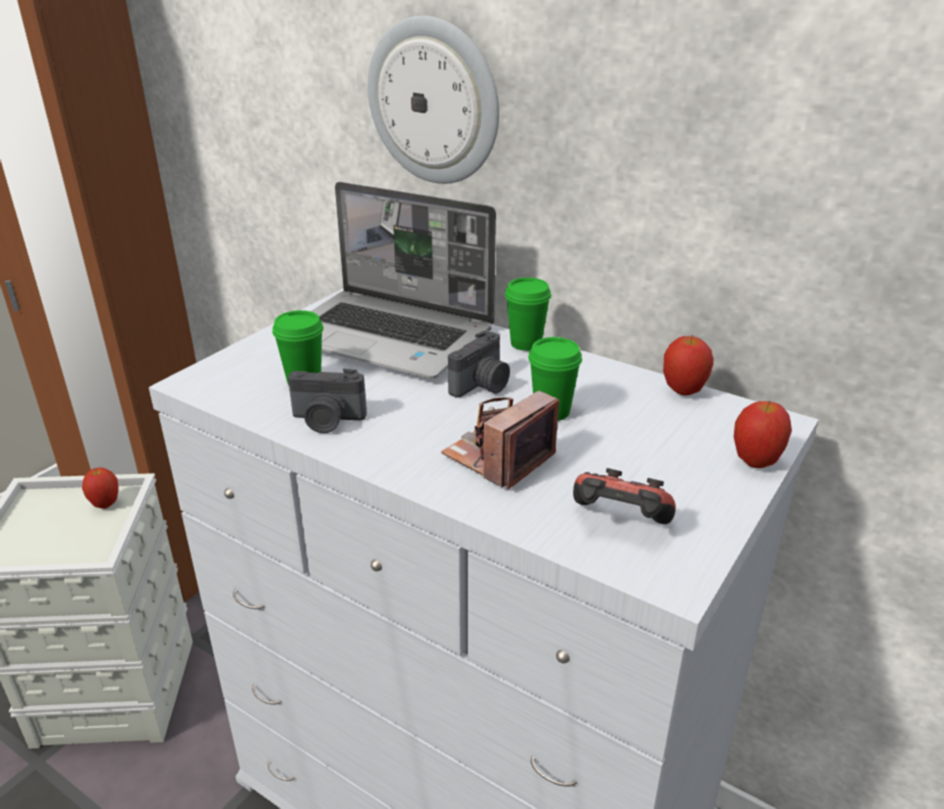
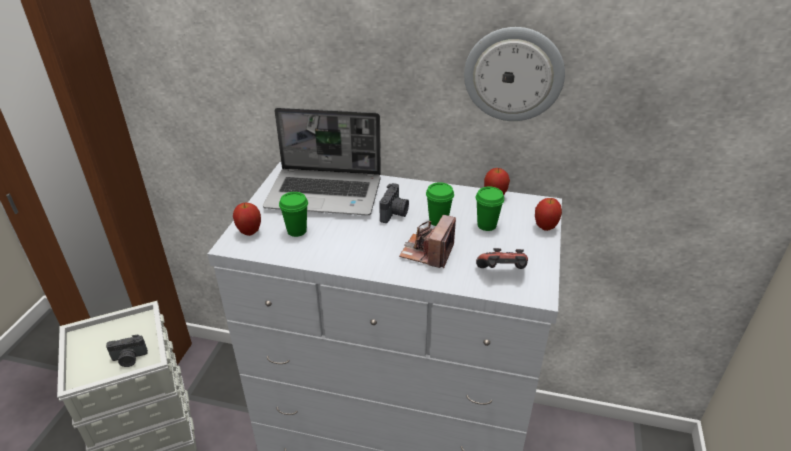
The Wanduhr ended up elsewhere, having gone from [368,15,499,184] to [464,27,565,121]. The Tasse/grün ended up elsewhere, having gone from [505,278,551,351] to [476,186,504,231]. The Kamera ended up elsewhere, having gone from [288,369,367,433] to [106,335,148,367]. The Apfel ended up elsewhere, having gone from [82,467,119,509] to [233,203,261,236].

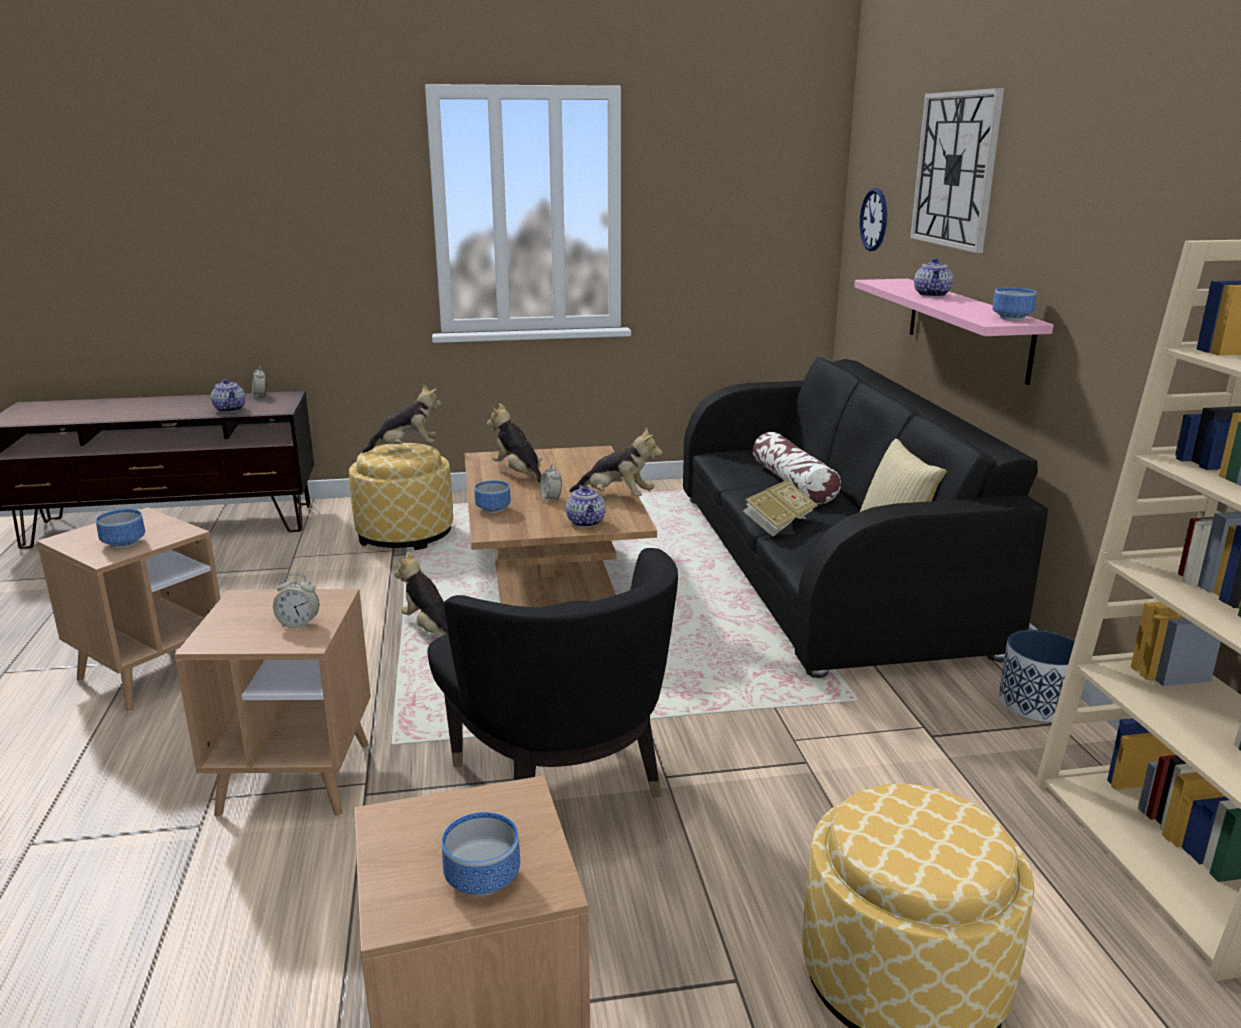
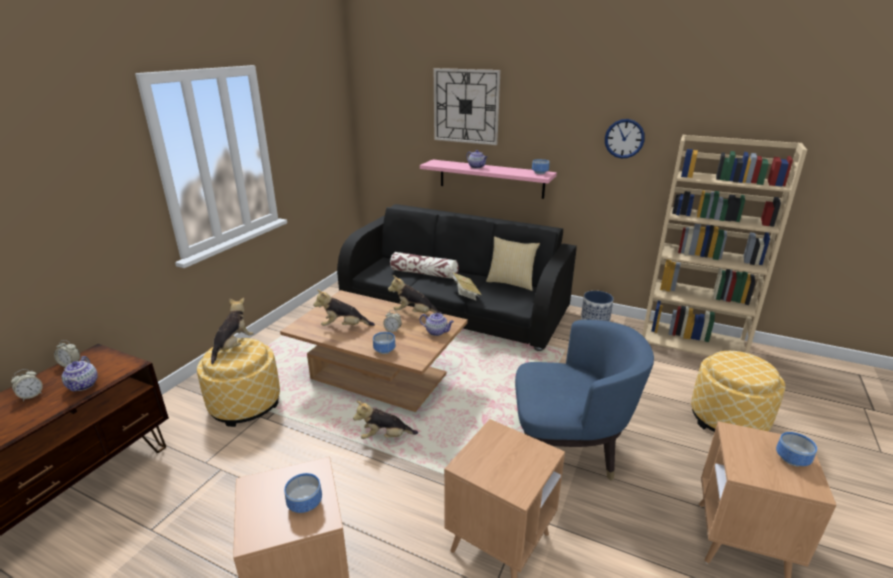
The Wanduhr ended up elsewhere, having gone from [860,188,887,251] to [605,119,645,158]. The Teekanne at [211,379,246,412] ended up facing another way, 75 degrees clockwise from before. The Plüschtier at [569,427,663,497] ended up facing another way, 135 degrees counterclockwise from before. What was the Sessel/schwarz at [427,548,678,797] turned into the Sessel/blau at [515,320,654,481]. The Wecker ended up elsewhere, having gone from [273,574,319,628] to [11,369,43,401].

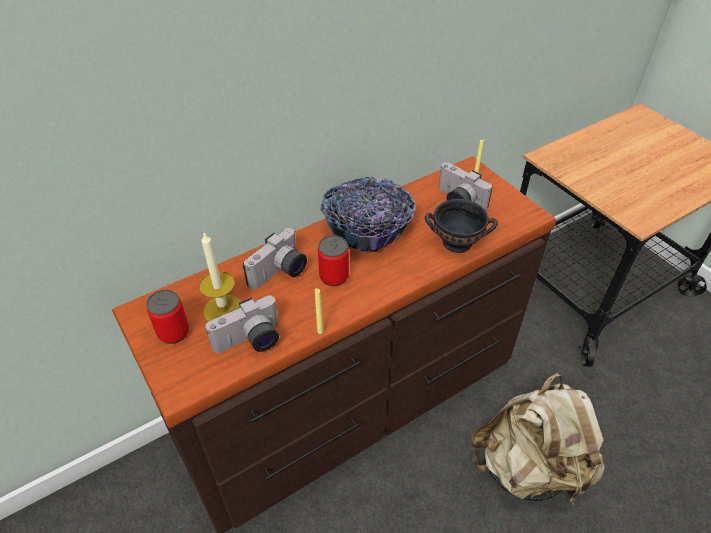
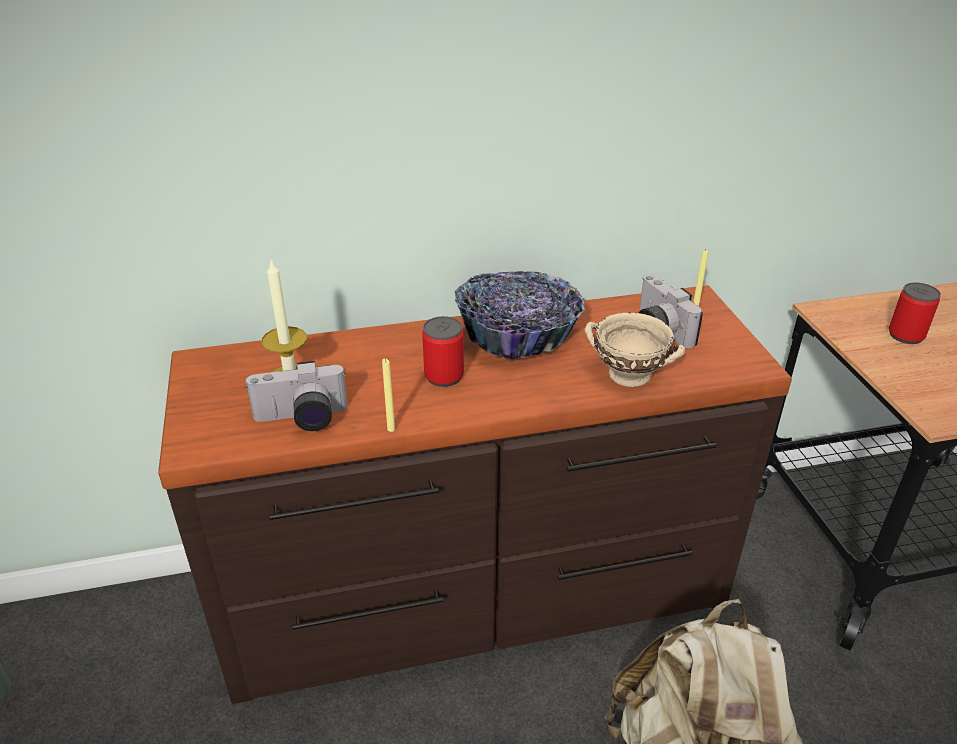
What was the Schüssel/schwarz at [425,199,498,253] turned into the Schüssel/beige at [585,313,685,387]. The second view lost the Kamera at [243,228,307,290]. The Dose ended up elsewhere, having gone from [146,290,189,344] to [889,282,941,344].

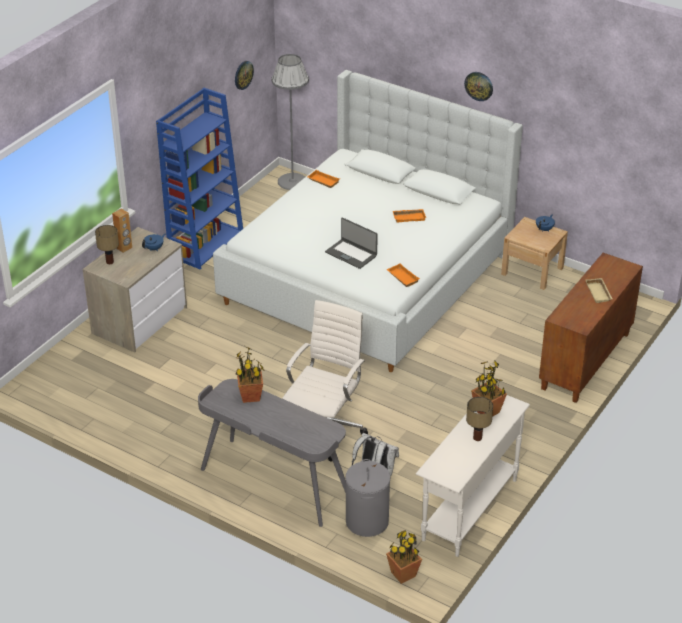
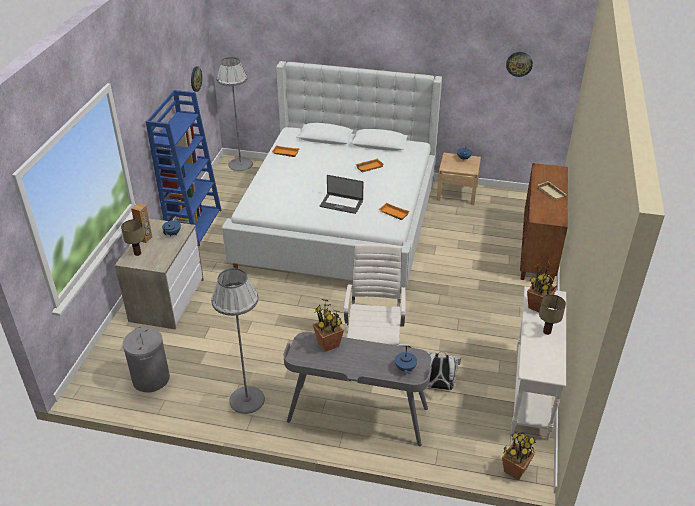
The Wanduhr ended up elsewhere, having gone from [464,72,493,101] to [506,52,533,77]. The Wäschekorb/grau ended up elsewhere, having gone from [345,459,390,537] to [123,327,170,392]. The second view gained the Stehlampe/grau at [211,268,265,414]. The second view gained the Teekanne/blau at [395,346,417,373].

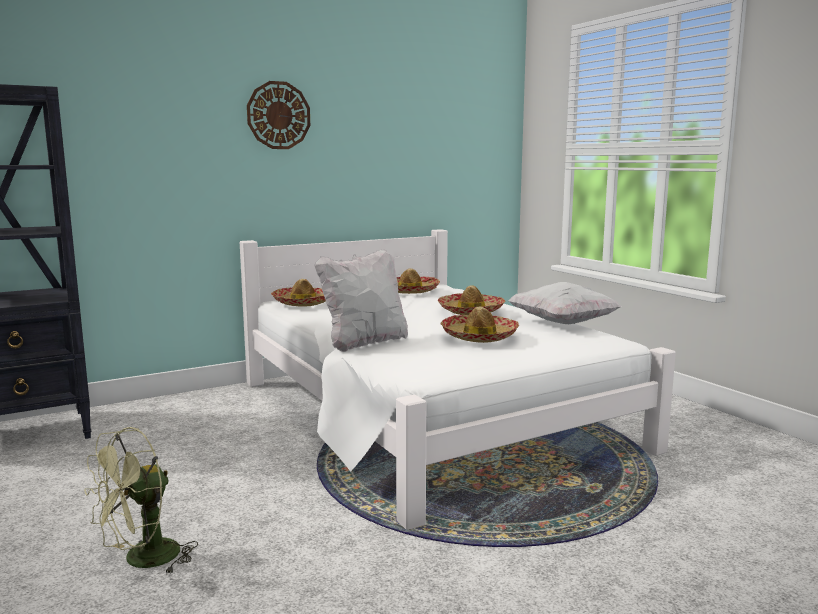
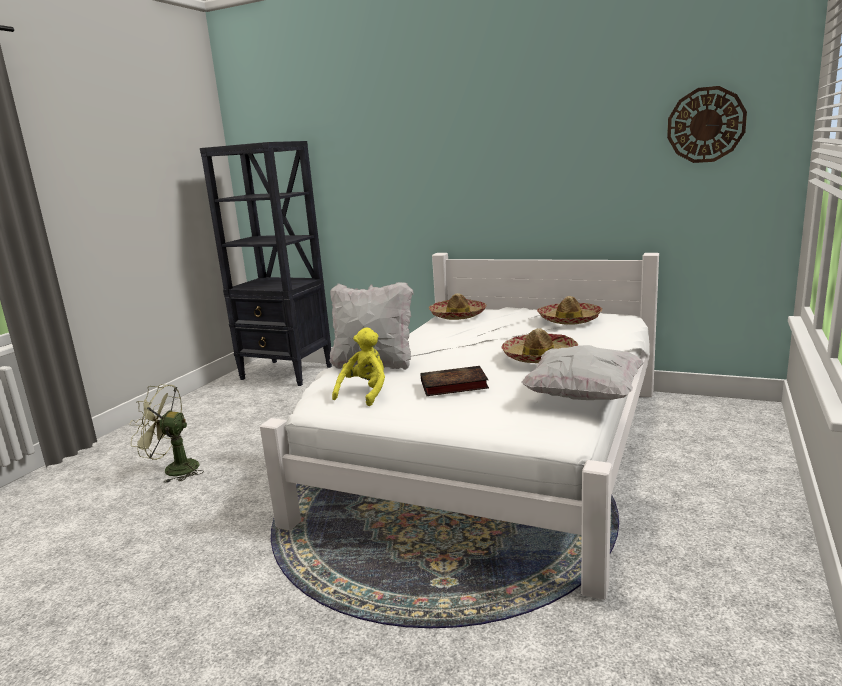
The Wanduhr ended up elsewhere, having gone from [247,81,310,149] to [667,86,747,163]. Where the Hut stood at [440,307,519,343], the Buch came to stand at [420,366,489,396]. The second view gained the Plüschtier/gelb at [332,327,385,406].

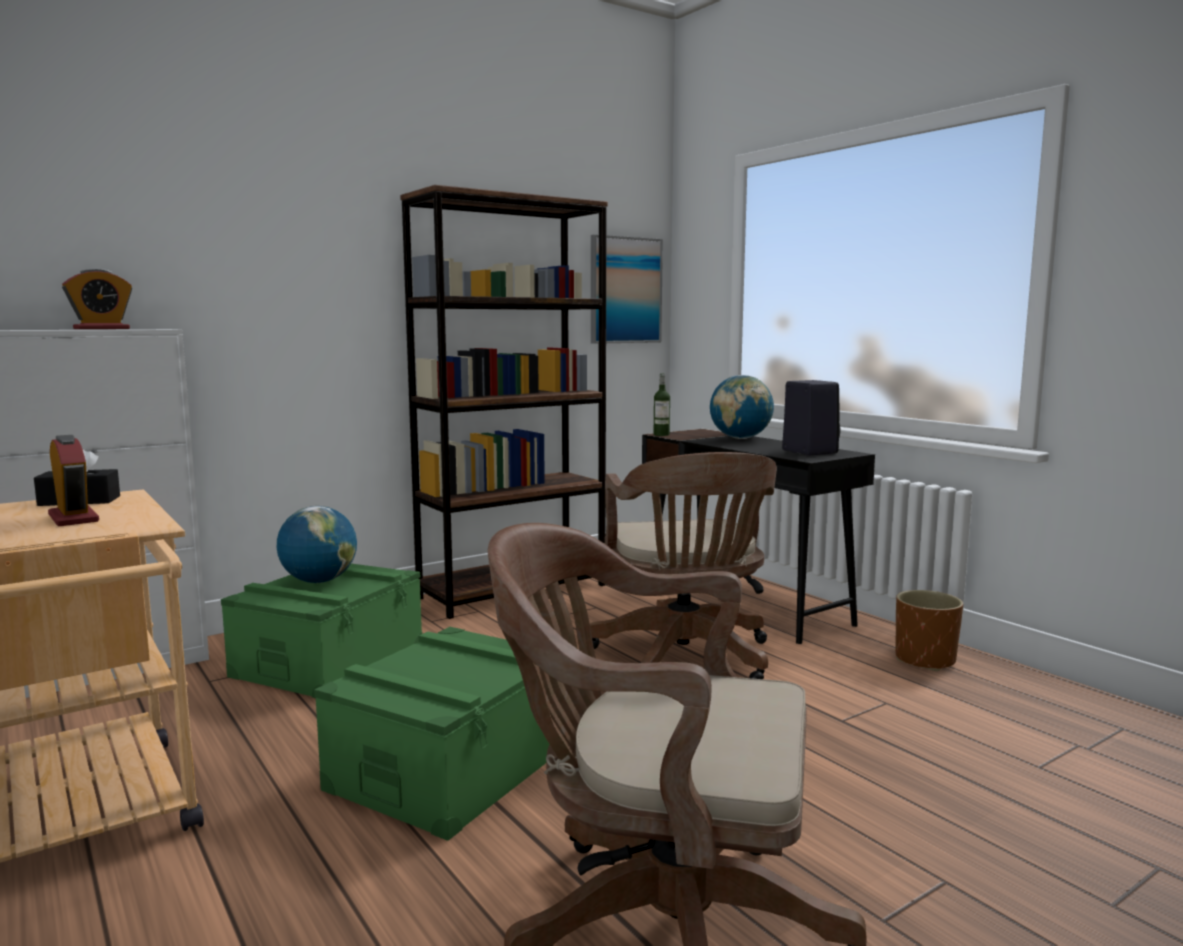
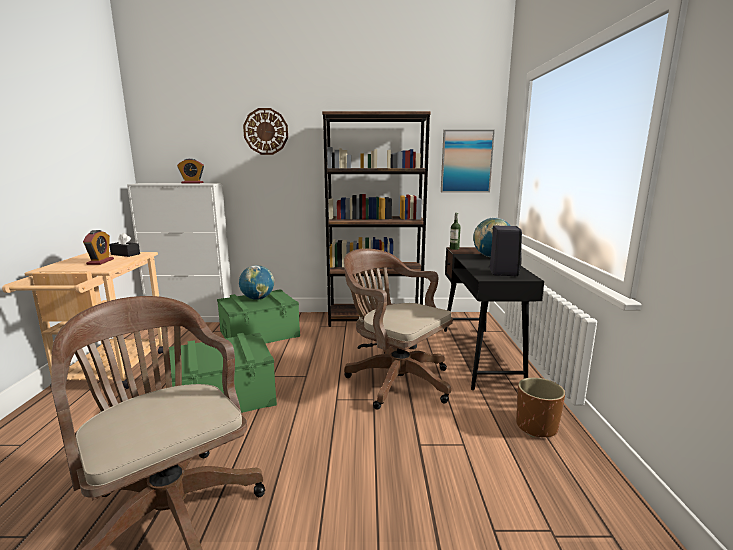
The Bürostuhl/braun at [590,452,777,679] ended up facing another way, 105 degrees clockwise from before. The second view gained the Wanduhr at [243,108,288,155].

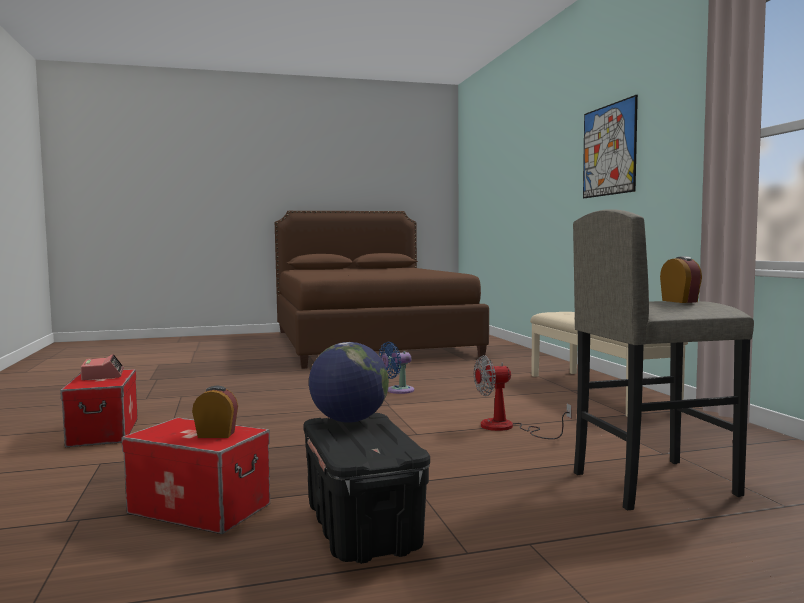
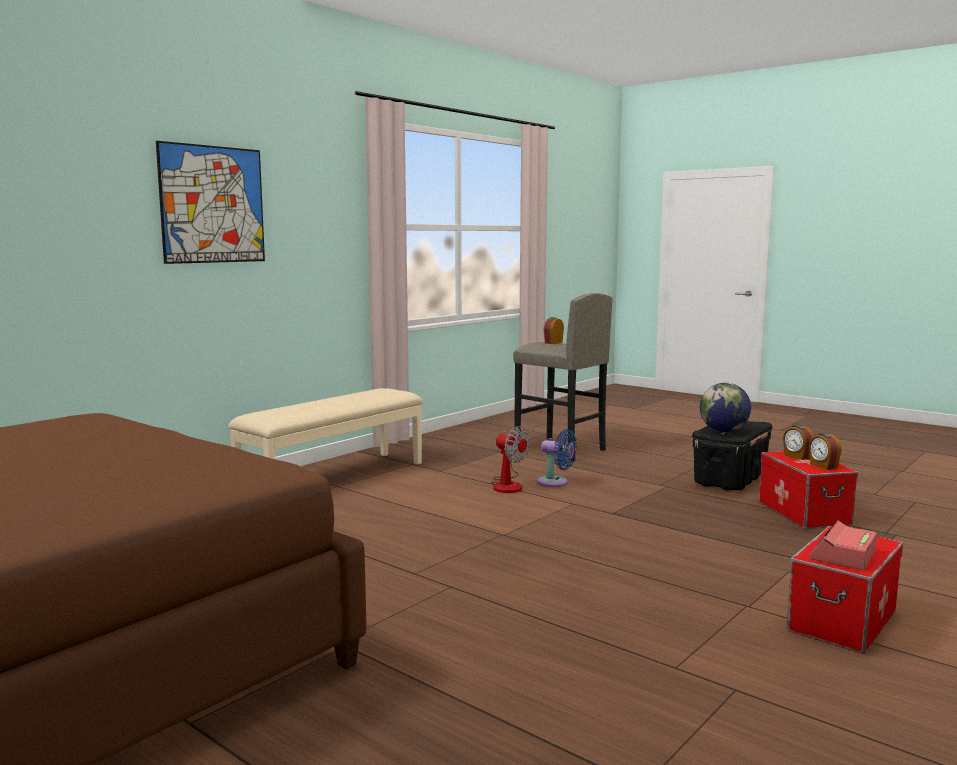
The Ventilator/blau ended up elsewhere, having gone from [379,342,414,394] to [537,429,577,487]. The second view gained the Wecker at [809,433,841,470].

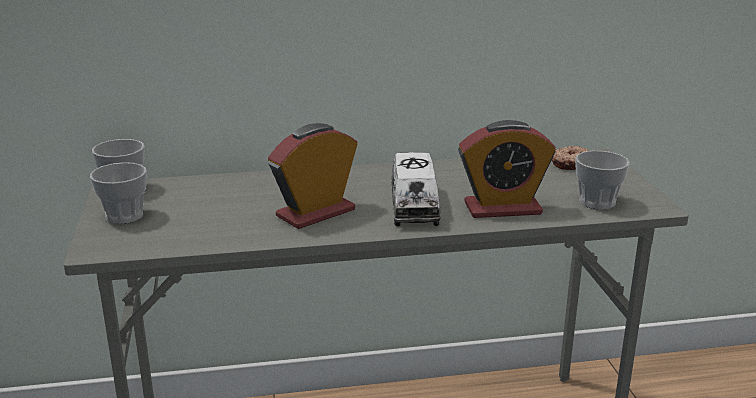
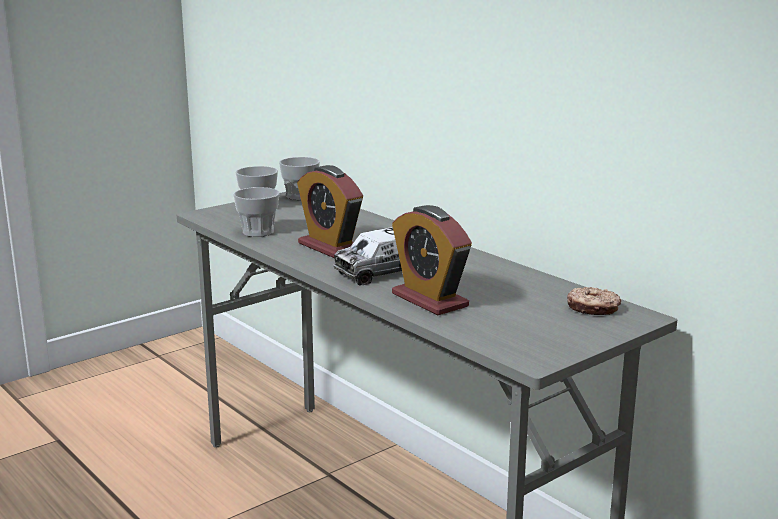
The Wecker at [268,123,358,229] ended up facing another way, 150 degrees counterclockwise from before. The Tasse ended up elsewhere, having gone from [575,151,630,210] to [233,187,279,237].

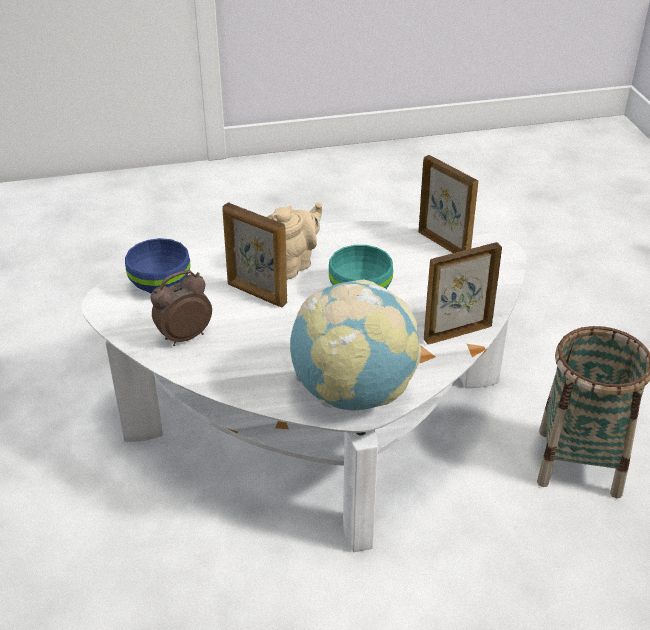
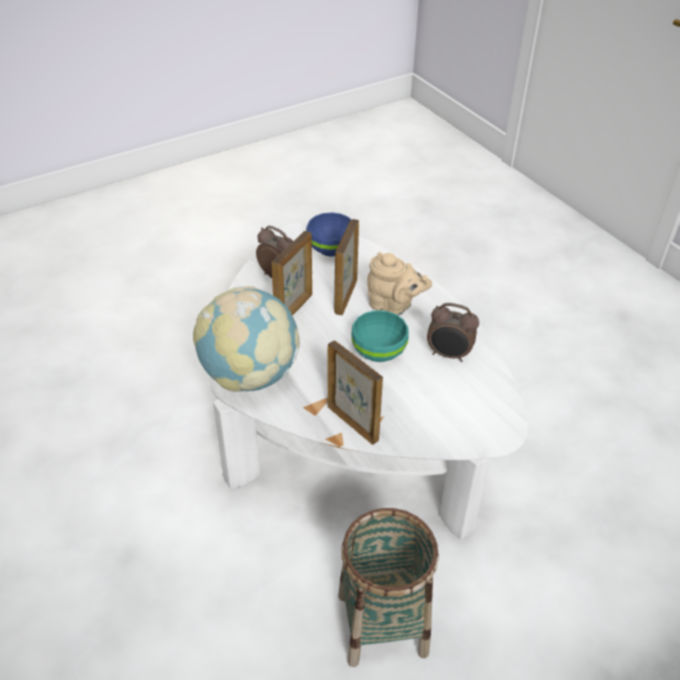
The Bilderrahmen ended up elsewhere, having gone from [418,155,478,253] to [271,231,312,316]. The second view gained the Wecker at [427,303,479,362].

